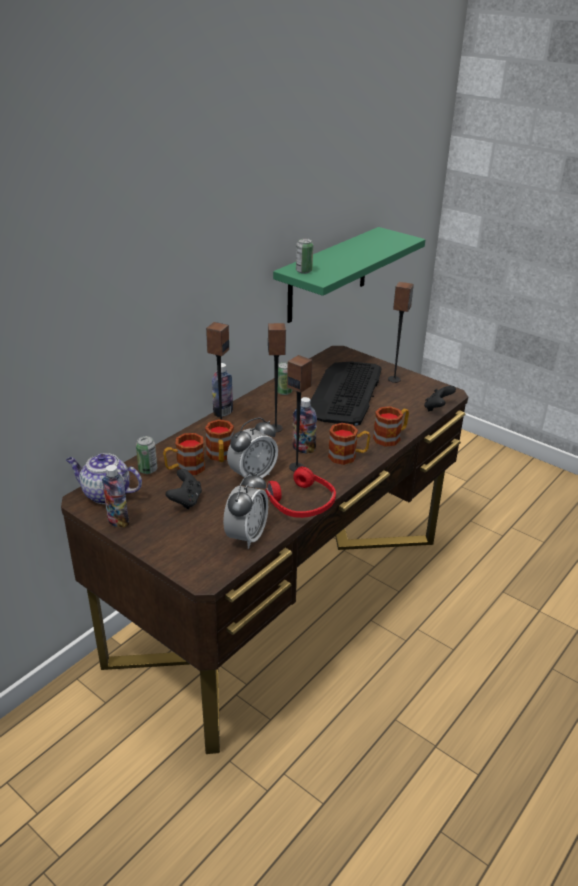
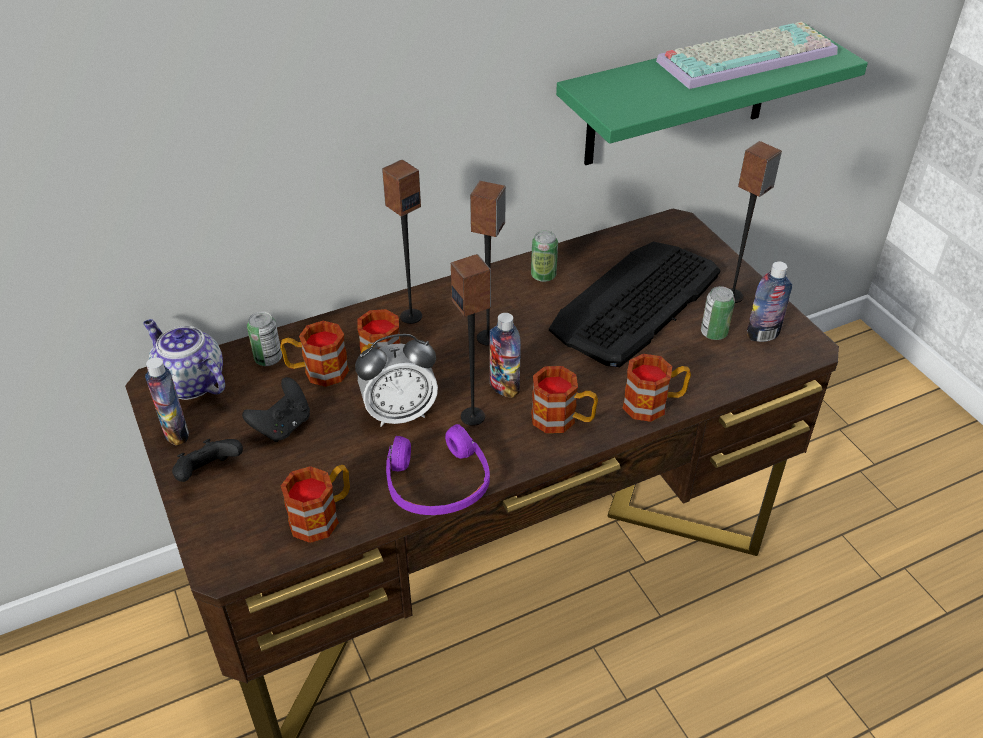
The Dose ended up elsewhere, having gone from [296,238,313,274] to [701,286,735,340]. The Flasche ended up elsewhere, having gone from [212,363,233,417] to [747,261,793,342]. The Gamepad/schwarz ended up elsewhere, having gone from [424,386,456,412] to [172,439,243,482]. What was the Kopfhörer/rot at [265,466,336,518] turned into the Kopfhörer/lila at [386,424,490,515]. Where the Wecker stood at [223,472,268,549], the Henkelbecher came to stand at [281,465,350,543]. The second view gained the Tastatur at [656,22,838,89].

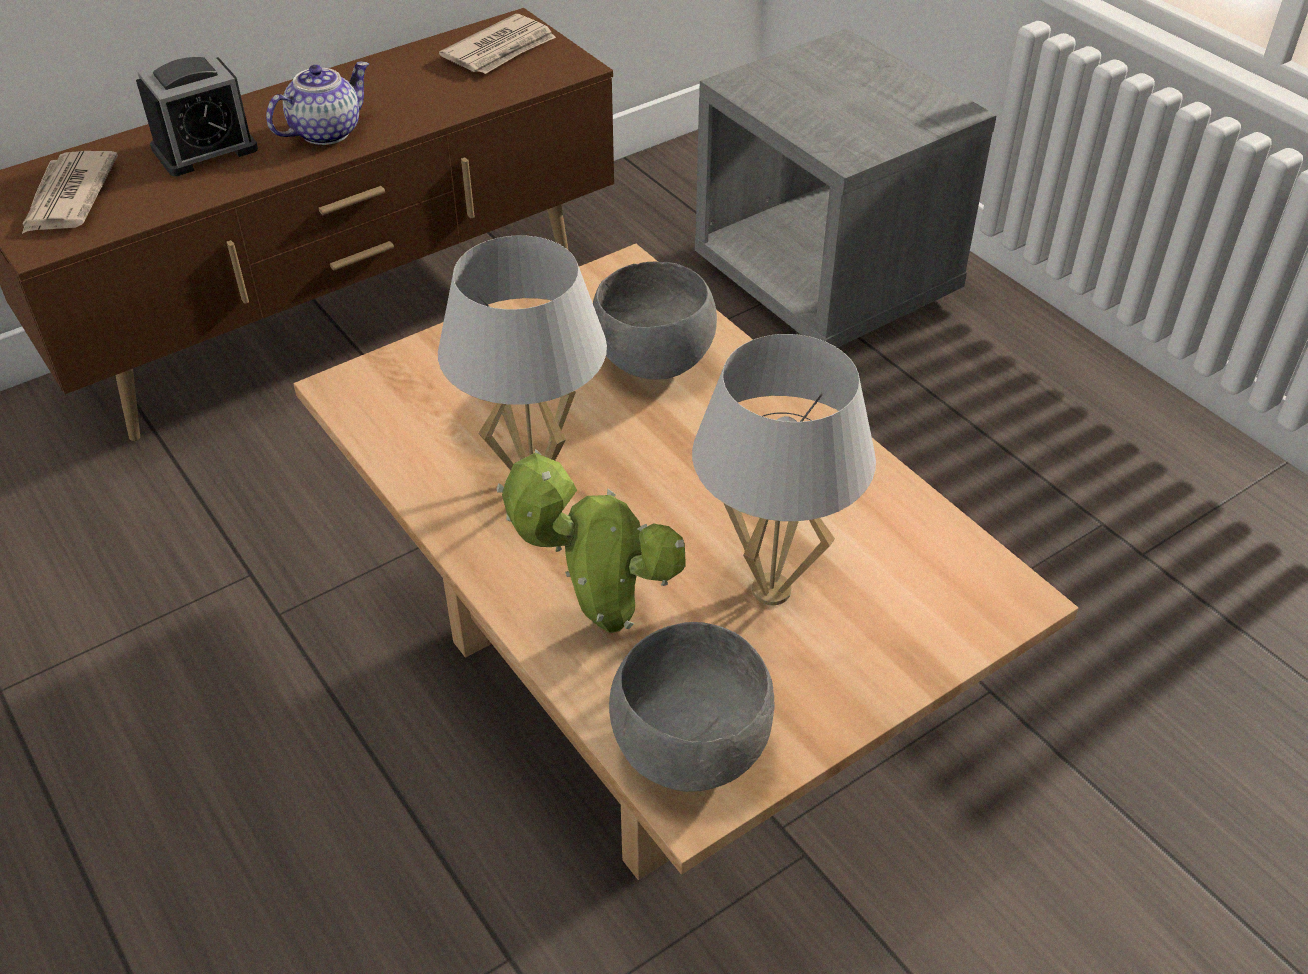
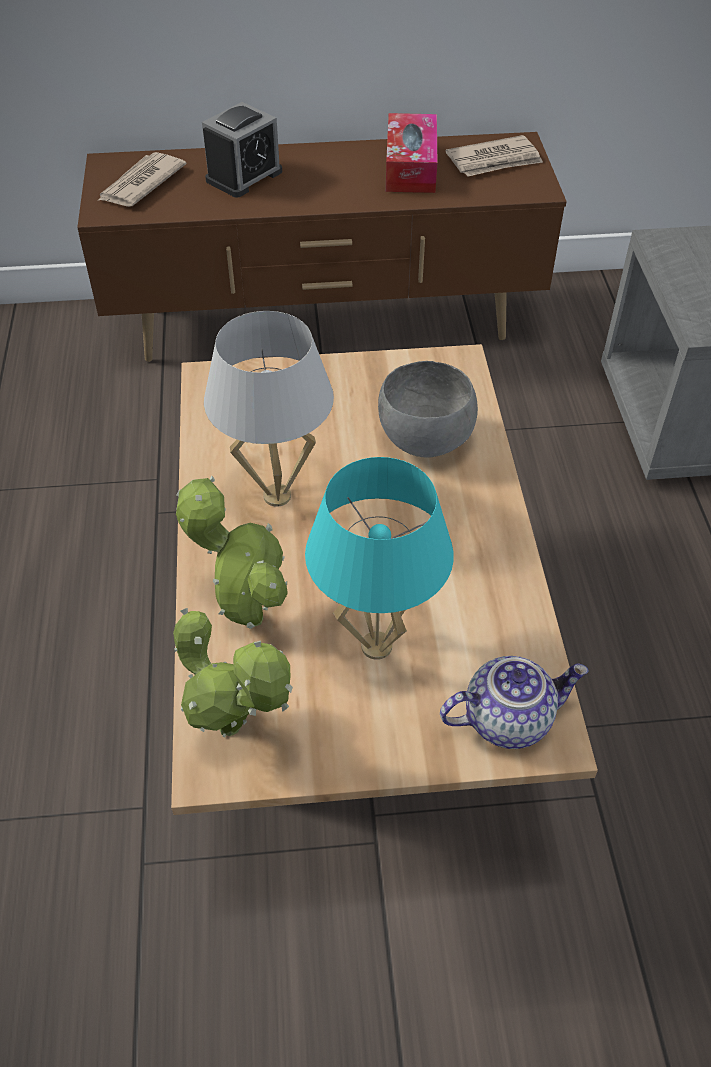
The Wecker at [136,52,258,176] ended up facing another way, 45 degrees counterclockwise from before. The Teekanne ended up elsewhere, having gone from [266,62,369,145] to [440,656,589,749]. What was the Tischlampe/weiß at [692,334,876,605] turned into the Tischlampe/türkis at [305,457,454,660]. Where the Schüssel/grau stood at [609,622,775,792], the Topfpflanze came to stand at [173,608,293,738]. The second view gained the Taschentuchbox at [386,113,437,193].

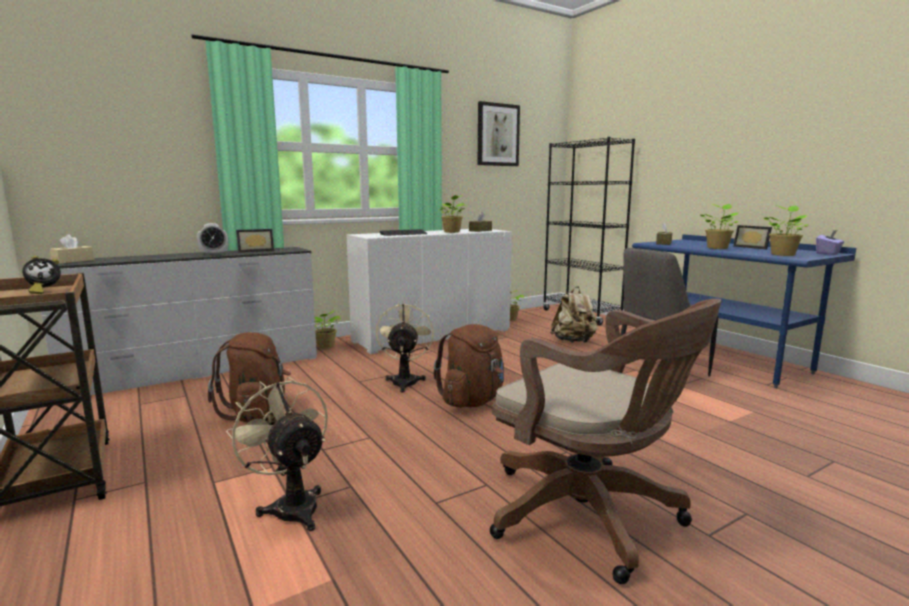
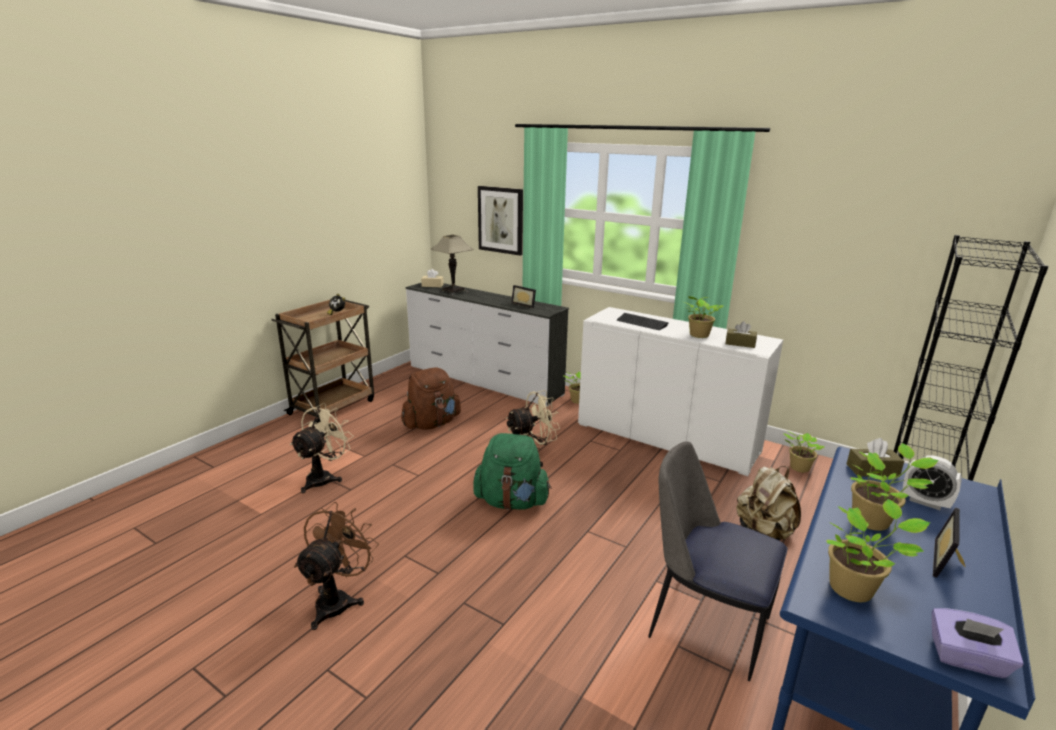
The Bild ended up elsewhere, having gone from [478,101,520,166] to [478,186,523,255]. The Wecker ended up elsewhere, having gone from [197,223,228,256] to [903,456,962,510]. Where the Bürostuhl/braun stood at [490,299,722,584], the Ventilator/braun came to stand at [294,502,379,630]. What was the Rucksack/braun at [434,324,504,408] turned into the Rucksack/grün at [473,433,551,510]. The second view gained the Tischlampe at [430,235,474,296].

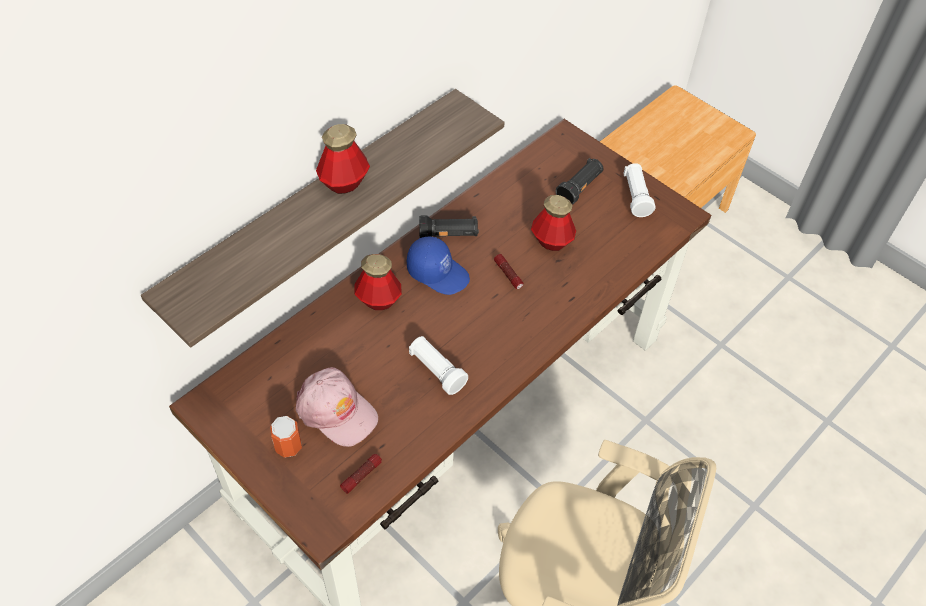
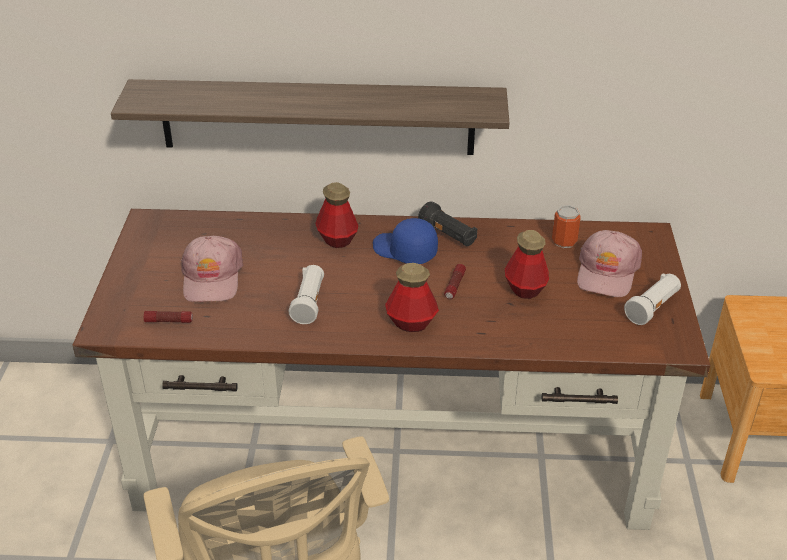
The Flasche ended up elsewhere, having gone from [316,124,370,194] to [385,263,439,332]. Where the Taschenlampe/schwarz stood at [556,158,603,205], the Kappe/rosa came to stand at [577,230,642,297]. The Kappe/blau at [407,237,470,295] ended up facing another way, 135 degrees clockwise from before. The Dose ended up elsewhere, having gone from [270,416,302,458] to [552,205,581,248].

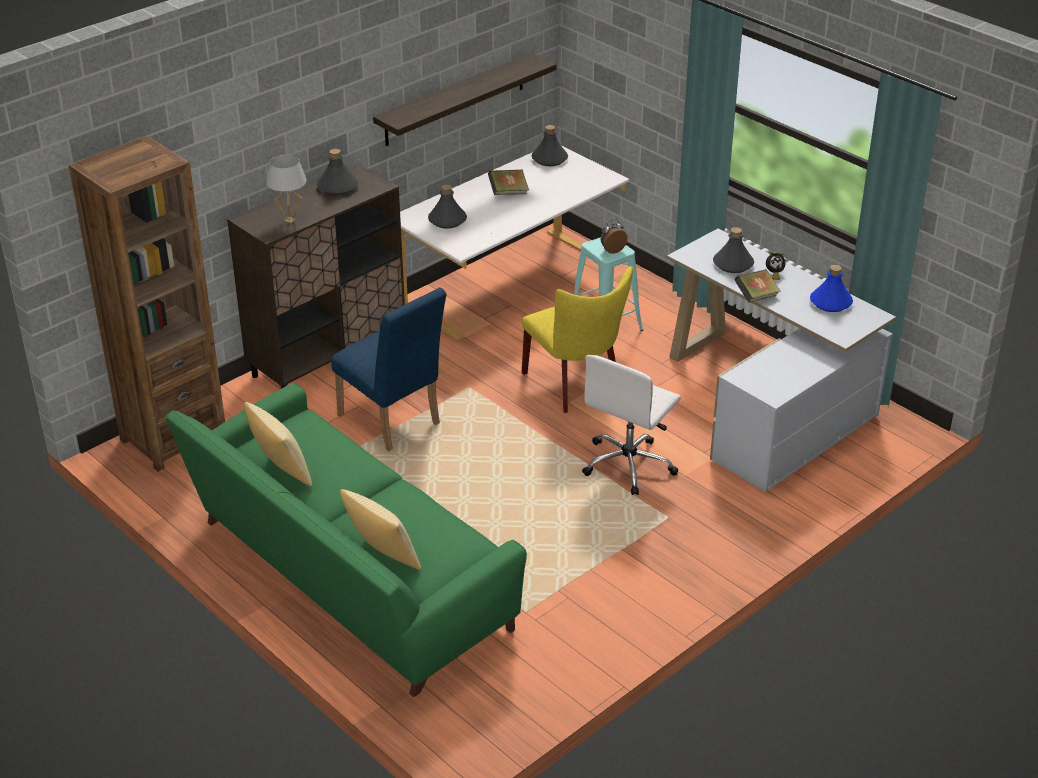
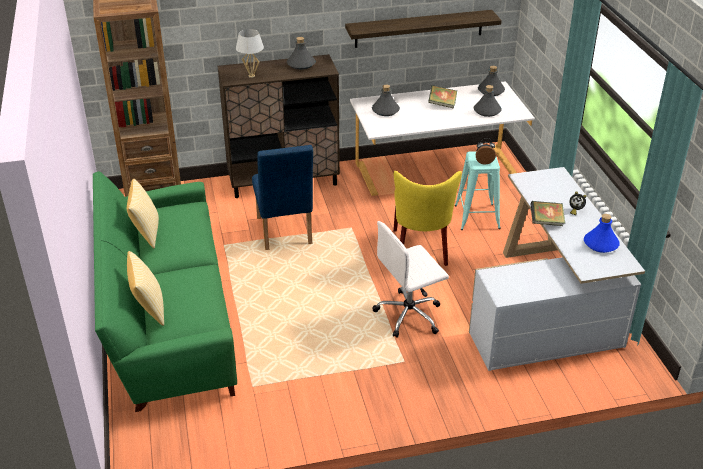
The Flasche/grau ended up elsewhere, having gone from [713,227,754,273] to [473,85,502,117].

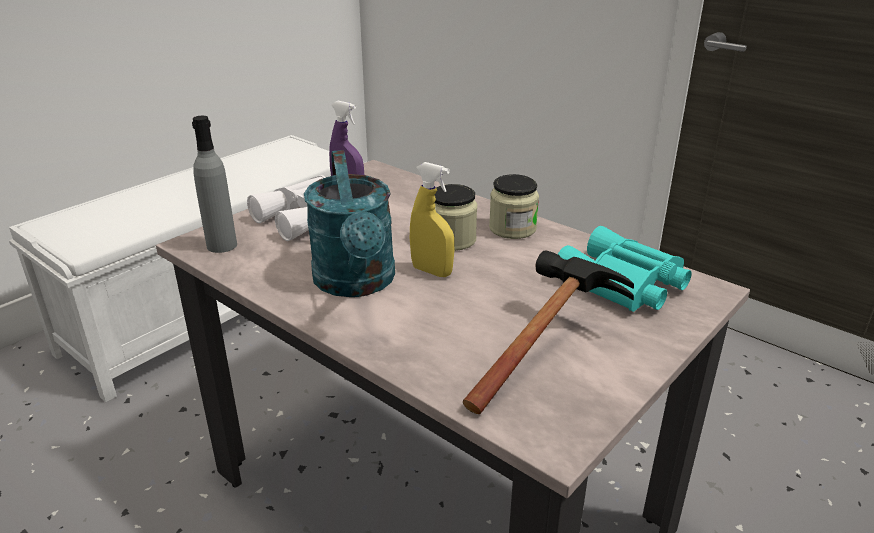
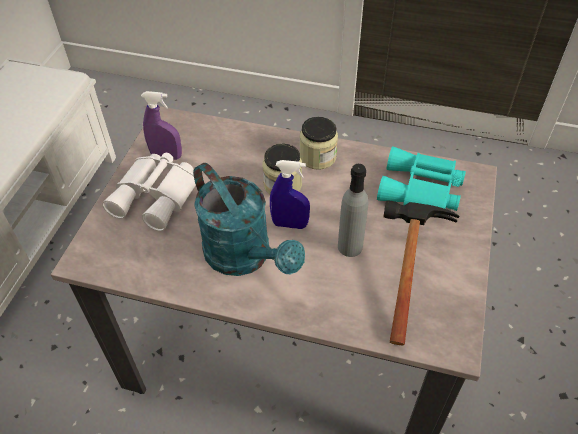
The Flasche/grau ended up elsewhere, having gone from [192,116,237,253] to [338,164,368,257]. What was the Sprühflasche/gelb at [410,162,454,277] turned into the Sprühflasche/blau at [270,160,310,229].

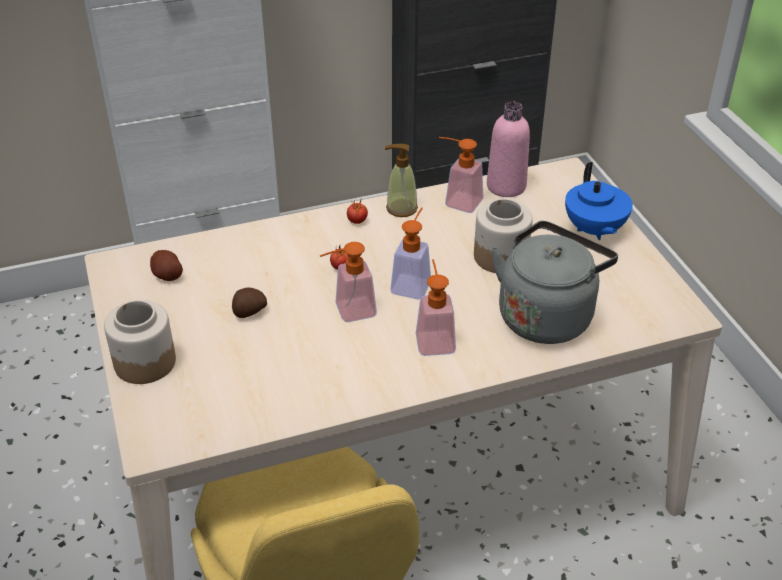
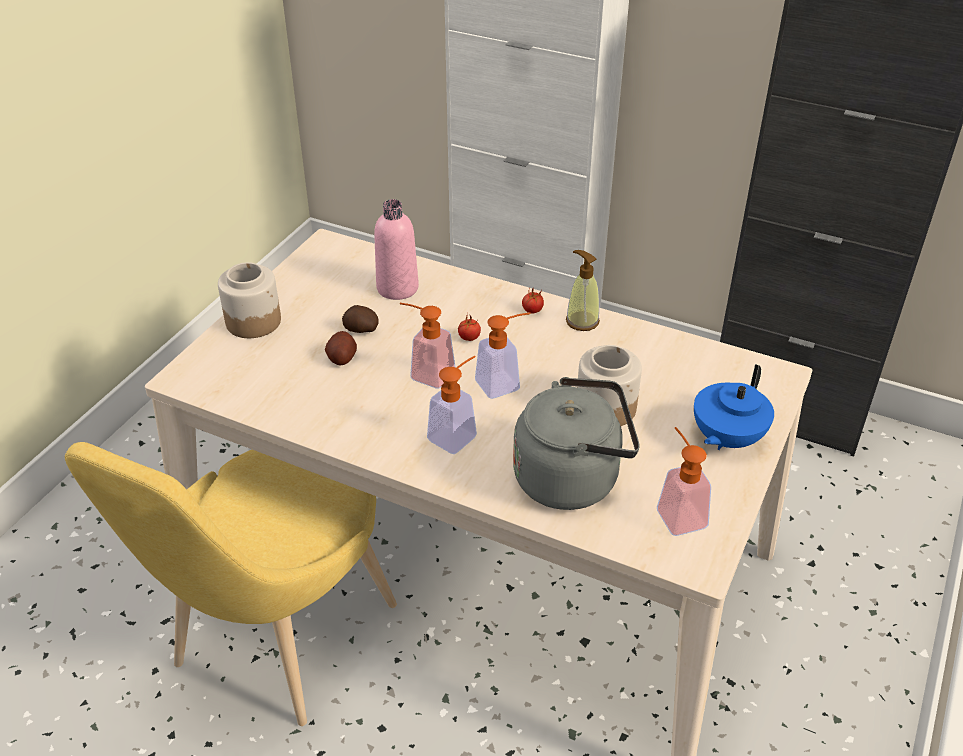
The Flasche/rosa ended up elsewhere, having gone from [487,102,530,197] to [374,199,419,300]. The Seifenspender ended up elsewhere, having gone from [439,137,483,213] to [657,427,711,536]. The Kartoffel ended up elsewhere, having gone from [150,250,183,281] to [325,331,357,366].

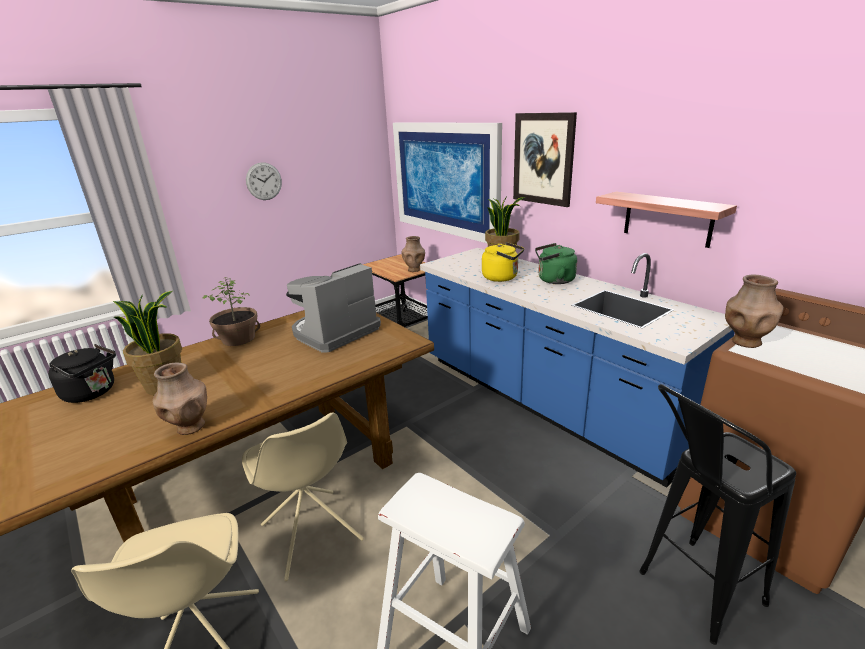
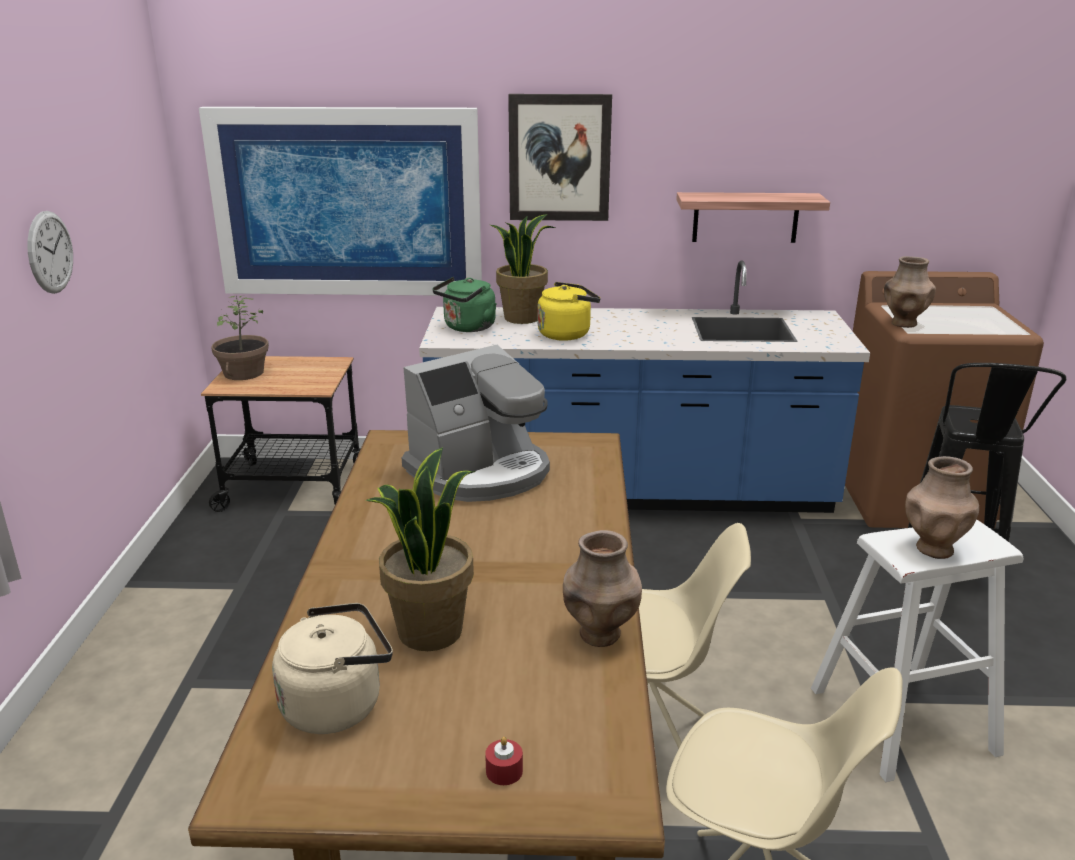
The Vase/braun ended up elsewhere, having gone from [401,236,425,272] to [905,456,979,559]. The Wasserkessel/grün ended up elsewhere, having gone from [535,243,577,284] to [432,277,497,332]. The Kaffeemaschine at [286,263,381,353] ended up facing another way, 120 degrees counterclockwise from before. The Topfpflanze ended up elsewhere, having gone from [202,277,260,346] to [211,296,269,380]. What was the Wasserkessel/schwarz at [48,344,116,403] turned into the Wasserkessel/beige at [272,603,393,734]. The second view gained the Kerze/rot at [485,737,523,785].

